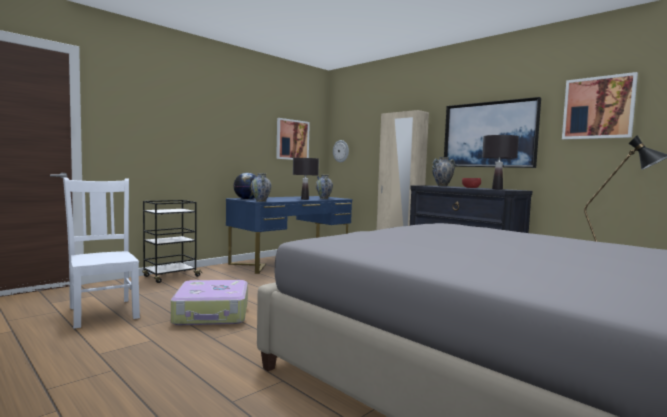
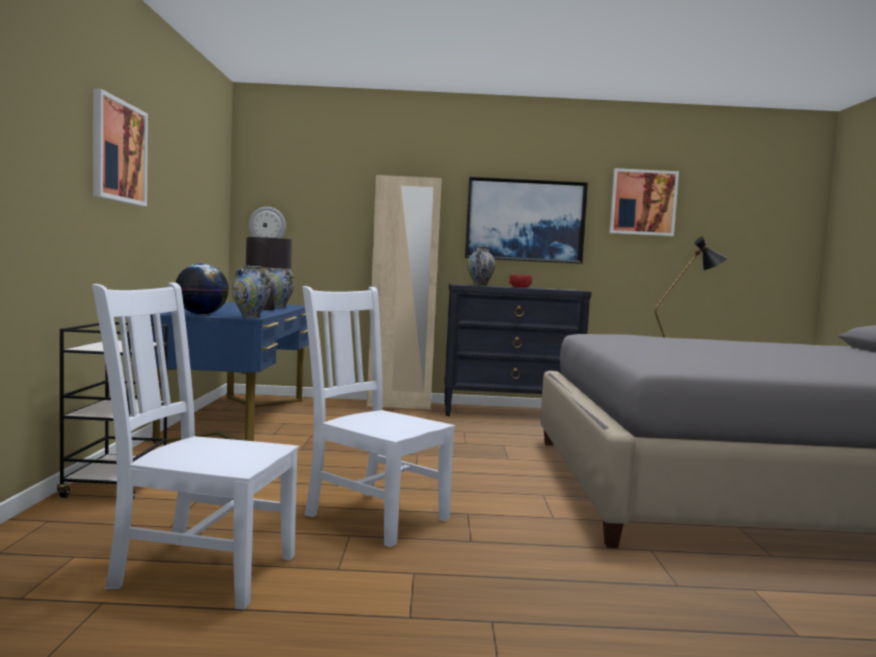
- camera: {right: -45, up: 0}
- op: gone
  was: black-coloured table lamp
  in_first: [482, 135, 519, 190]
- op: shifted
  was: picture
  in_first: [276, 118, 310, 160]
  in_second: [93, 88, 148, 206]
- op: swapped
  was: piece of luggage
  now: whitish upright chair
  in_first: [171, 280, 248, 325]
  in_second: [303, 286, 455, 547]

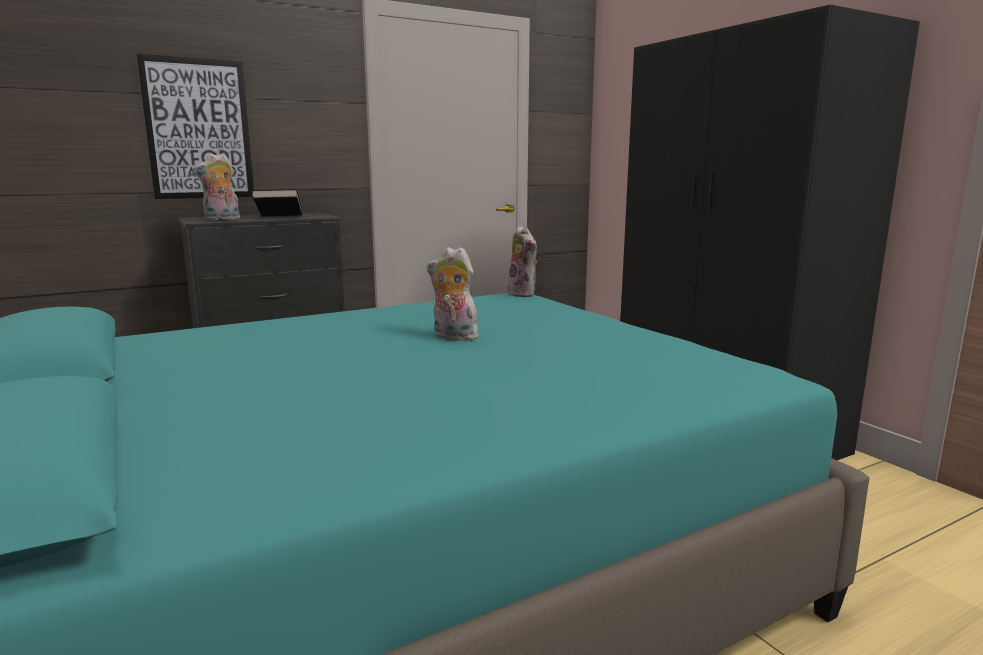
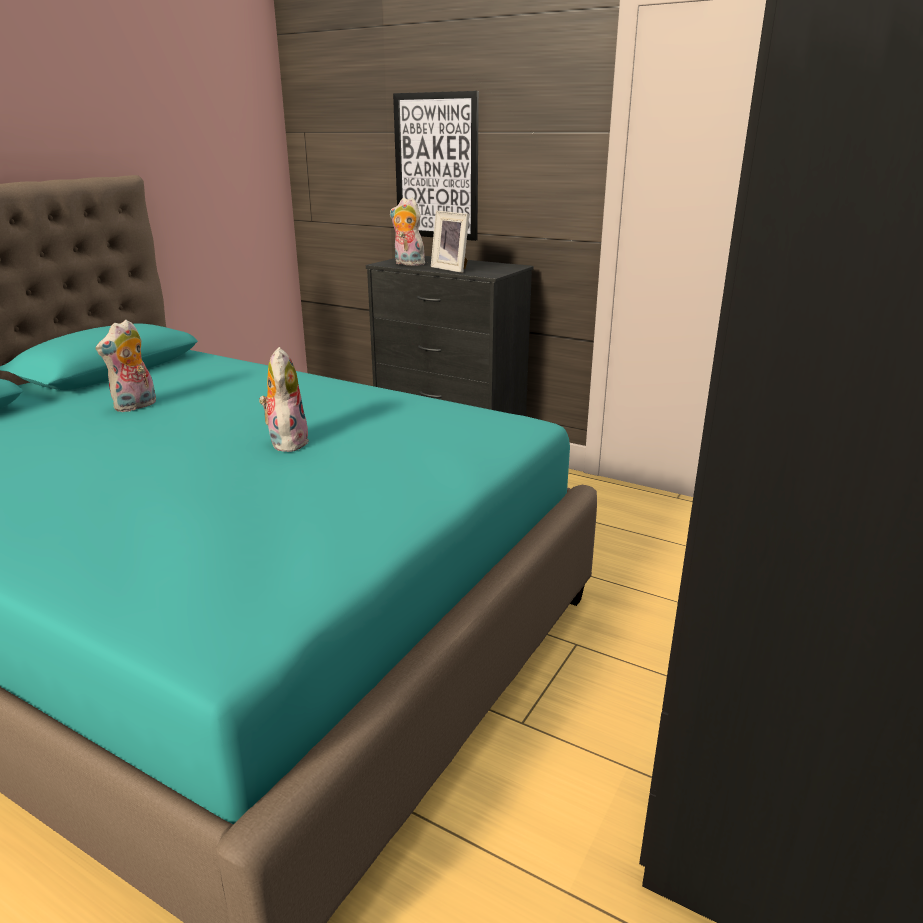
- camera: {right: 60, up: 10}
- op: shifted
  was: soft toy
  in_first: [505, 225, 537, 297]
  in_second: [96, 320, 156, 412]
- op: swapped
  was: black-coloured bound book
  now: standing frame
  in_first: [252, 189, 302, 216]
  in_second: [431, 210, 469, 273]

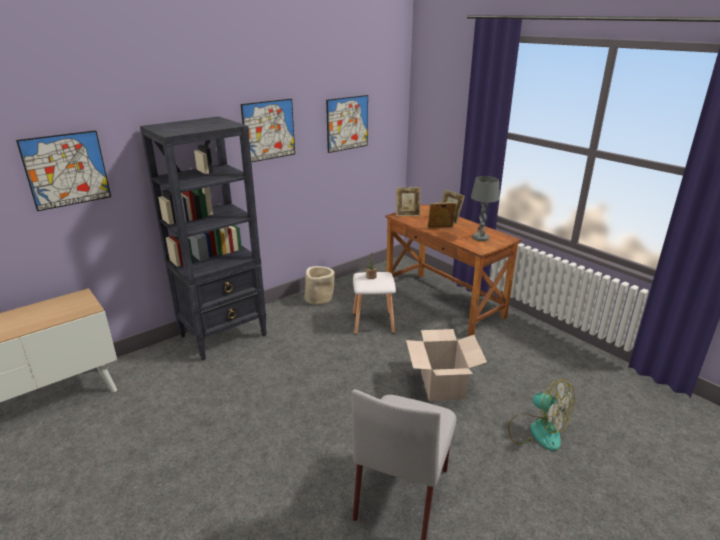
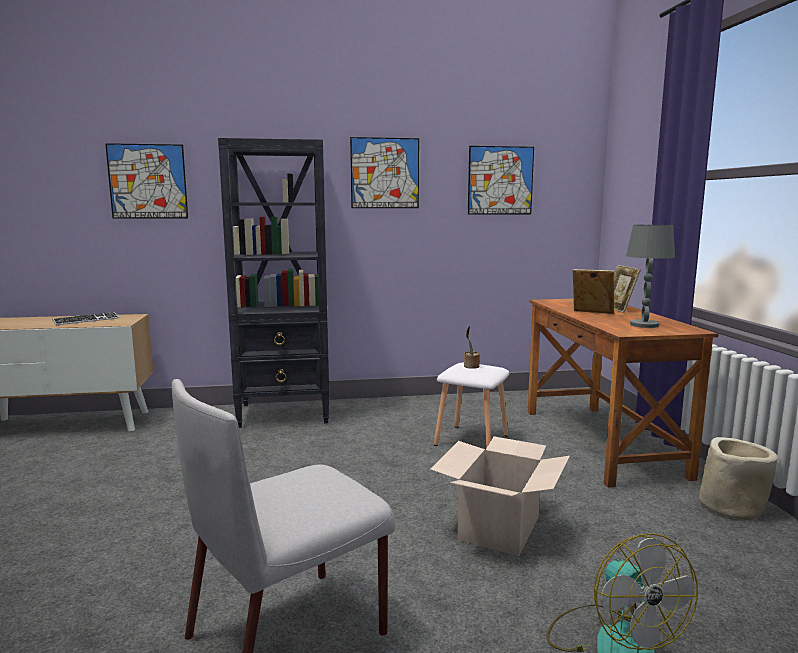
- camera: {right: 30, up: -15}
- op: gone
  was: standing frame
  in_first: [396, 187, 420, 216]
- op: new
  now: computer keyboard
  in_second: [52, 312, 119, 325]
- op: shifted
  was: beige planter
  in_first: [304, 266, 334, 305]
  in_second: [699, 437, 778, 520]

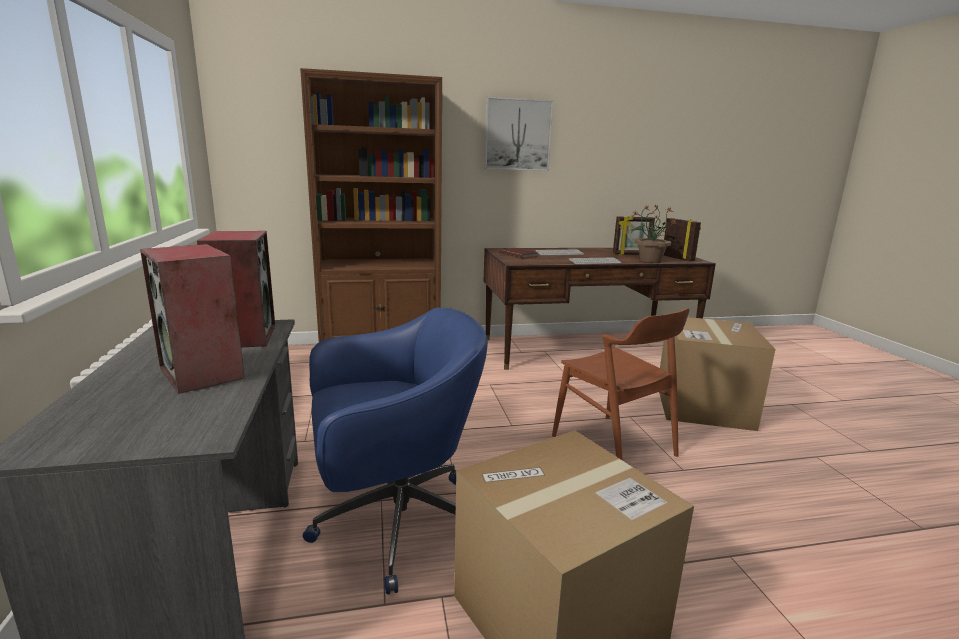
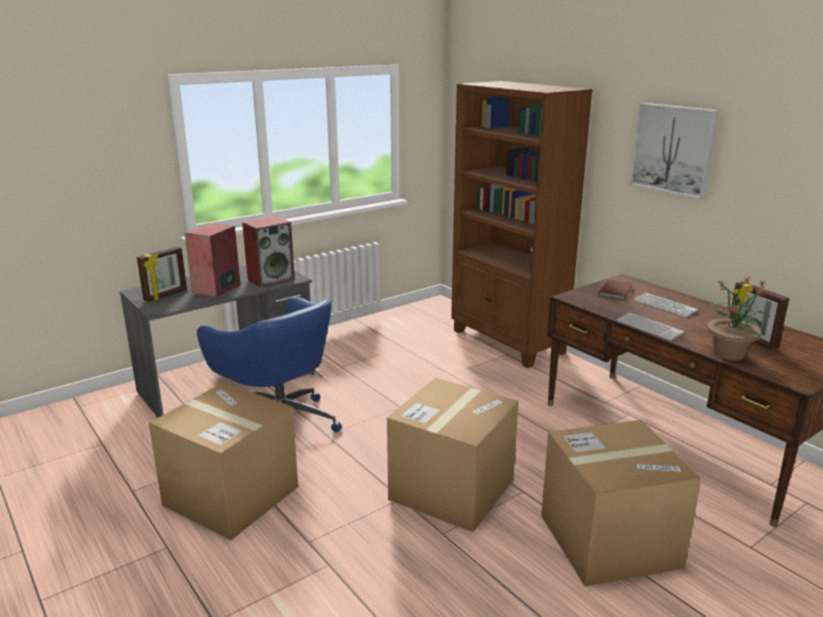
- camera: {right: 65, up: 5}
- op: shifted
  was: standing frame
  in_first: [664, 218, 701, 262]
  in_second: [137, 246, 187, 302]
- op: swapped
  was: brownish upright chair
  now: packing box
  in_first: [552, 308, 689, 460]
  in_second: [387, 378, 519, 532]

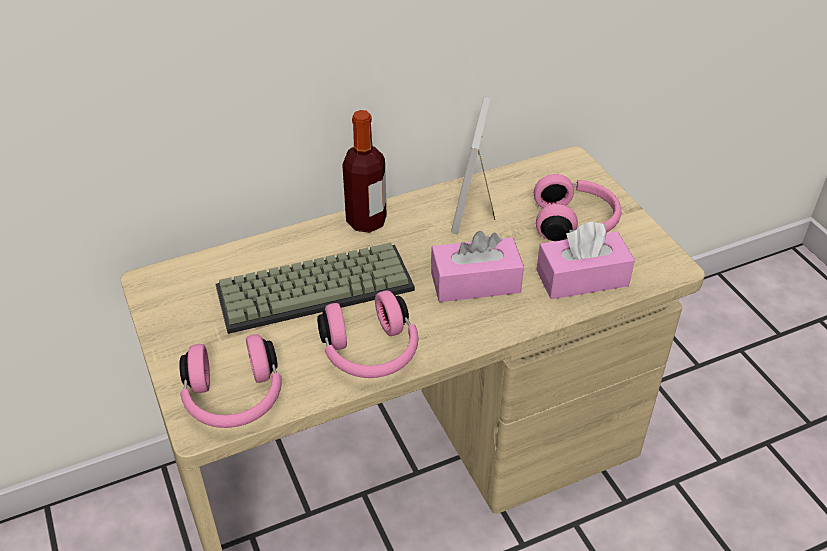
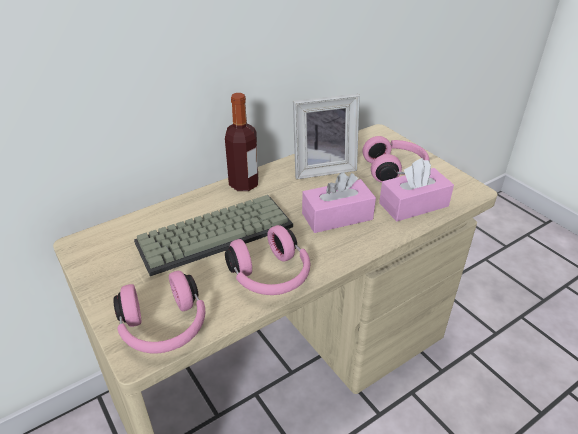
- camera: {right: -10, up: -5}
- op: rotated
  was: standing frame
  in_first: [451, 97, 495, 234]
  in_second: [293, 94, 360, 179]
  clockwise: -105

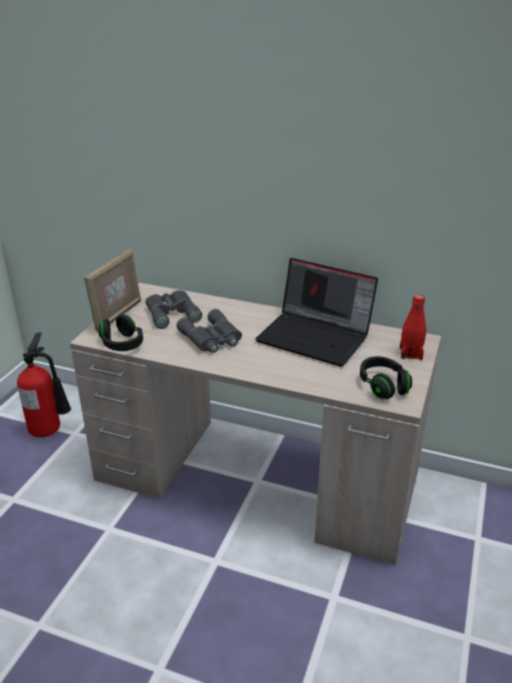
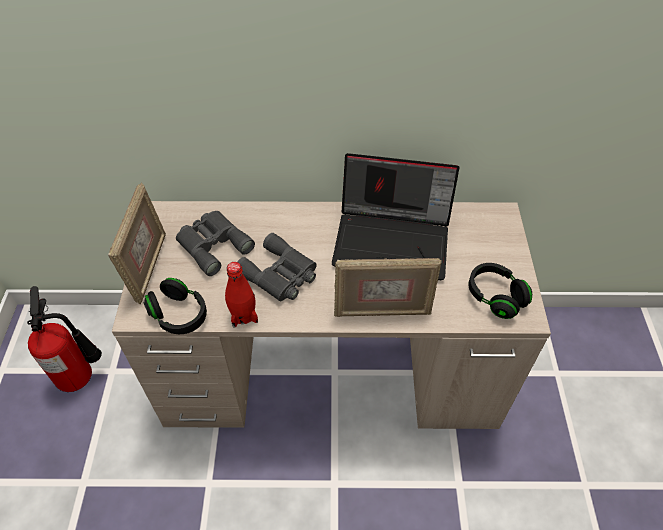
- camera: {right: -20, up: 20}
- op: new
  now: standing frame
  in_second: [334, 258, 442, 317]
- op: shifted
  was: red-coloured beverage bottle
  in_first: [400, 295, 426, 360]
  in_second: [225, 262, 258, 327]

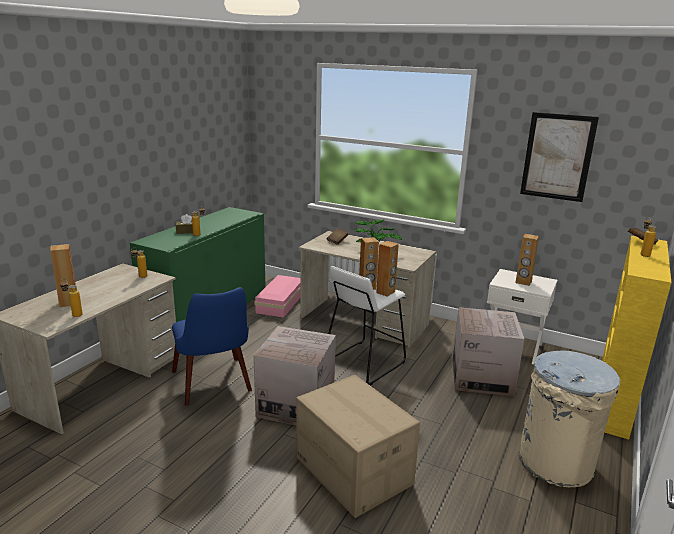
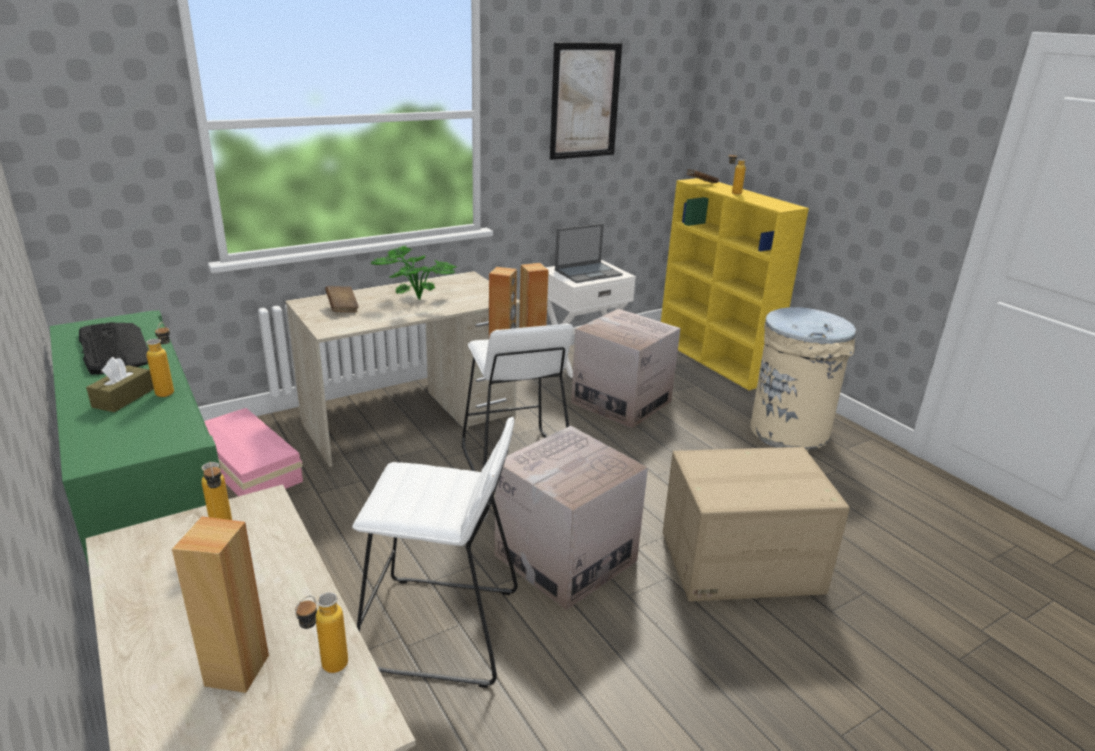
- camera: {right: -60, up: 5}
- op: new
  now: computer keyboard
  in_second: [79, 322, 148, 374]
- op: swapped
  was: bluish upright chair
  now: whitish stool seat
  in_first: [172, 287, 252, 406]
  in_second: [352, 417, 518, 688]
- op: swapped
  was: brownish loudspeaker
  now: laptop
  in_first: [515, 234, 539, 286]
  in_second: [555, 224, 623, 283]

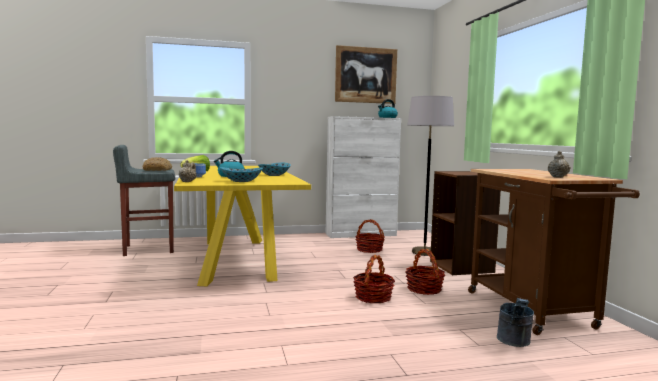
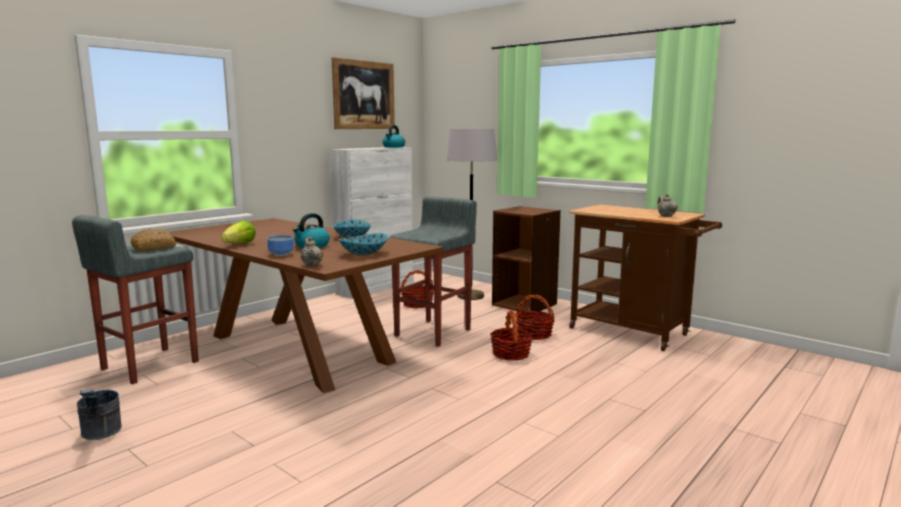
- camera: {right: -35, up: 5}
- op: new
  now: gray stool seat
  in_second: [390, 197, 477, 347]
- op: shifted
  was: gray water bucket
  in_first: [497, 298, 534, 347]
  in_second: [77, 390, 122, 440]
- op: repainted
  was: yellowish dinner table
  now: brownish dinner table
  in_first: [174, 166, 311, 286]
  in_second: [169, 218, 444, 393]

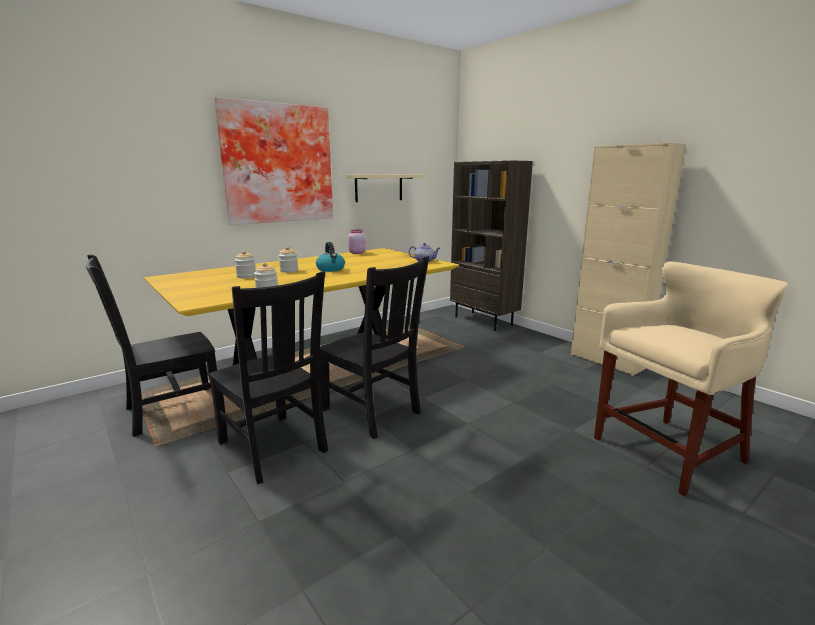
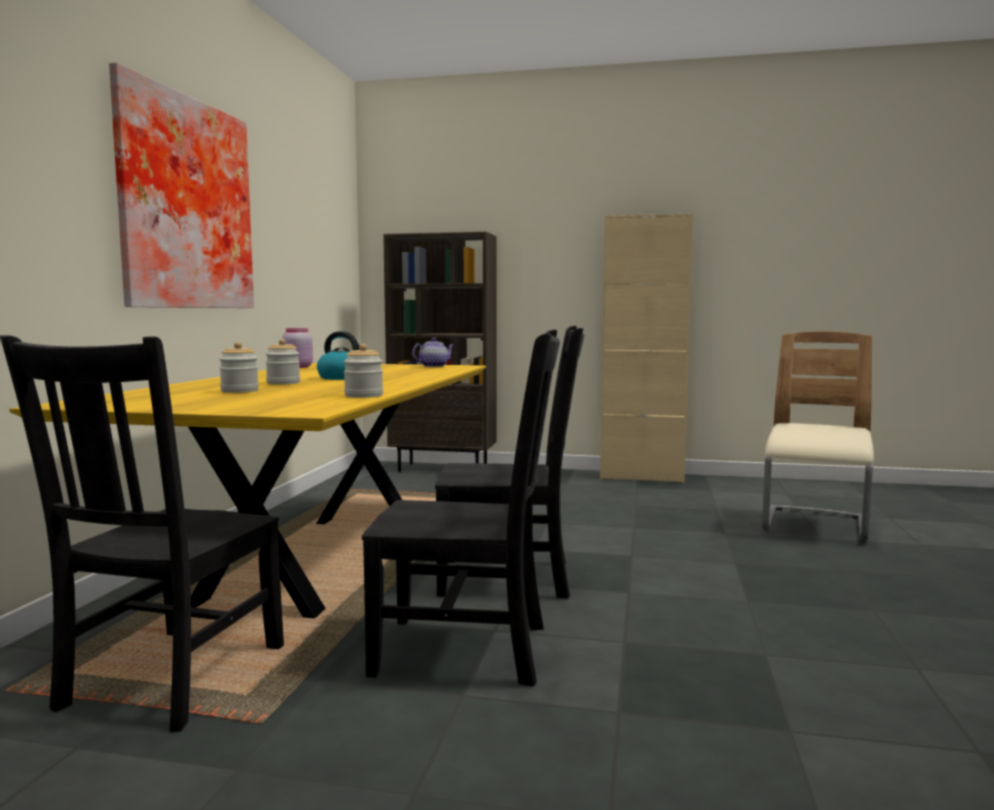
- camera: {right: -40, up: -10}
- op: gone
  was: beige bracket shelf
  in_first: [346, 174, 423, 202]
- op: swapped
  was: beige stool seat
  now: beige upright chair
  in_first: [594, 262, 788, 497]
  in_second: [762, 331, 874, 542]

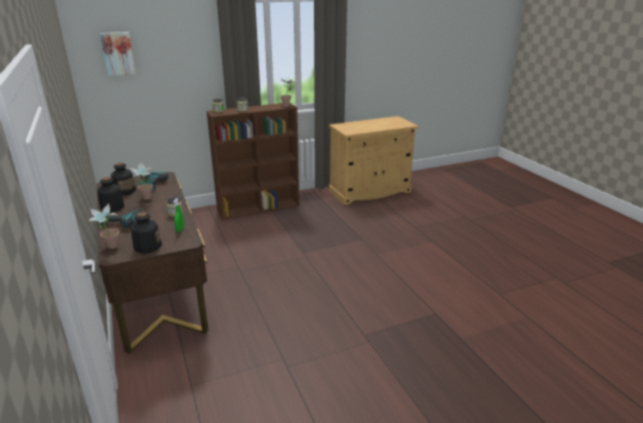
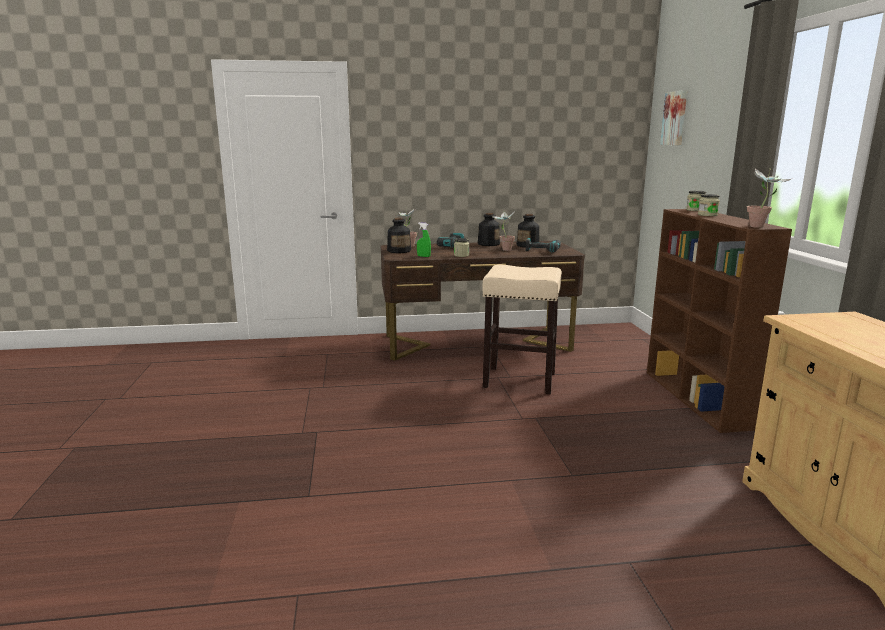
- camera: {right: 105, up: -10}
- op: new
  now: beige stool seat
  in_second: [482, 265, 562, 394]

